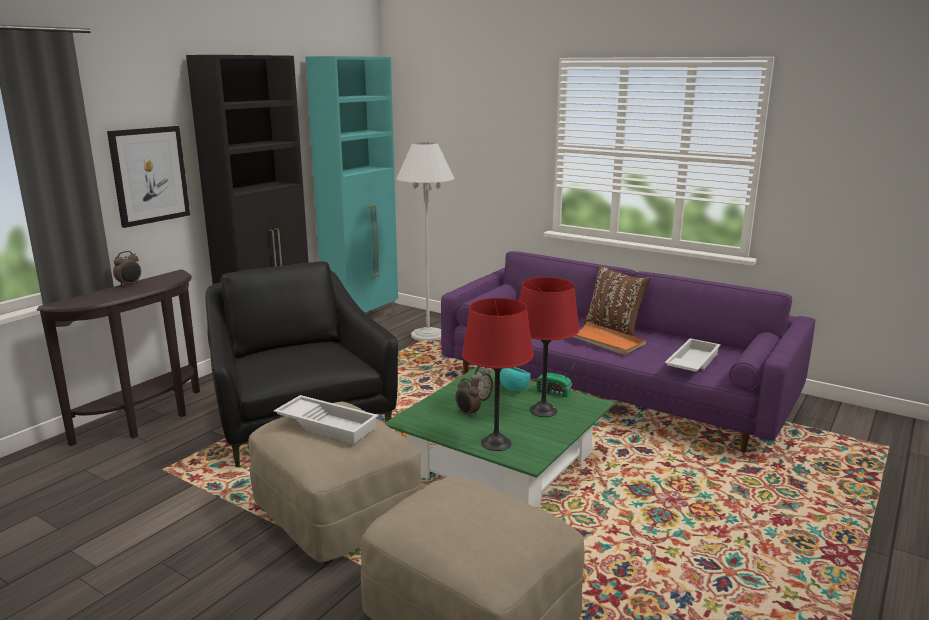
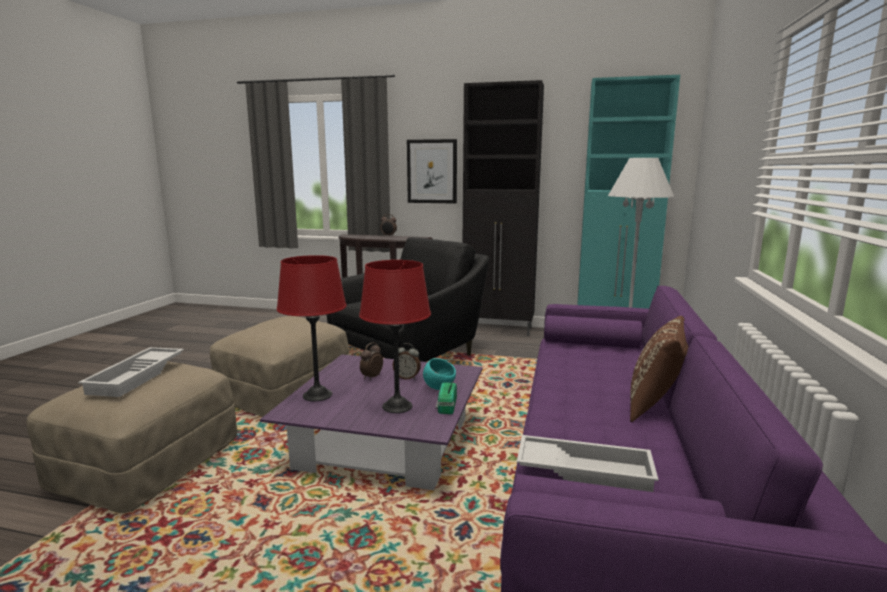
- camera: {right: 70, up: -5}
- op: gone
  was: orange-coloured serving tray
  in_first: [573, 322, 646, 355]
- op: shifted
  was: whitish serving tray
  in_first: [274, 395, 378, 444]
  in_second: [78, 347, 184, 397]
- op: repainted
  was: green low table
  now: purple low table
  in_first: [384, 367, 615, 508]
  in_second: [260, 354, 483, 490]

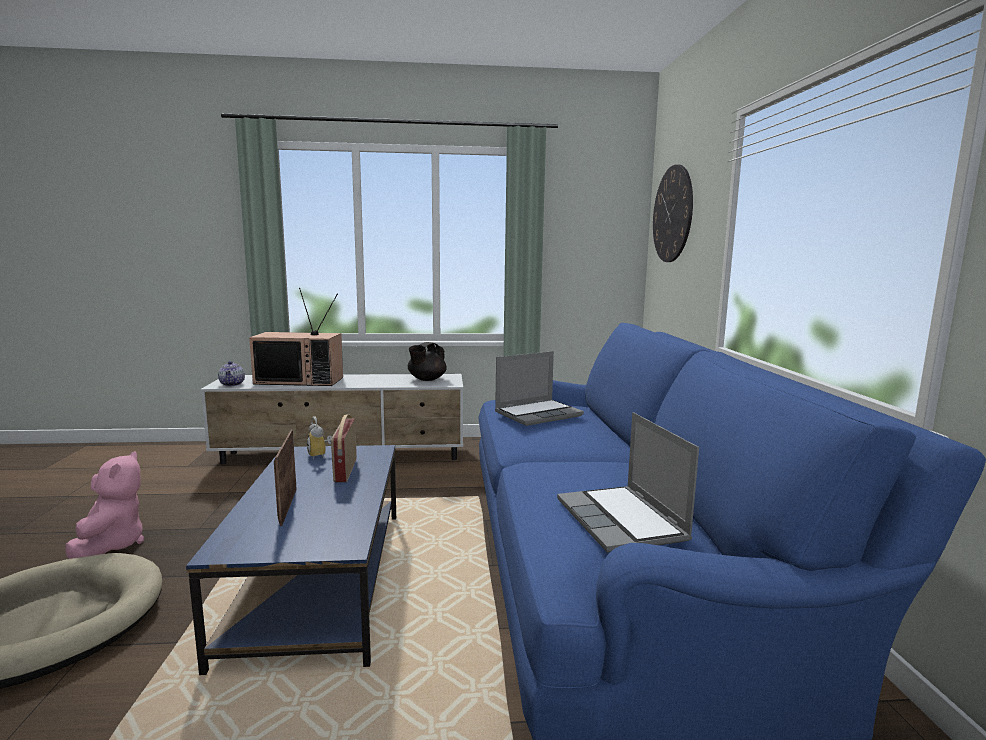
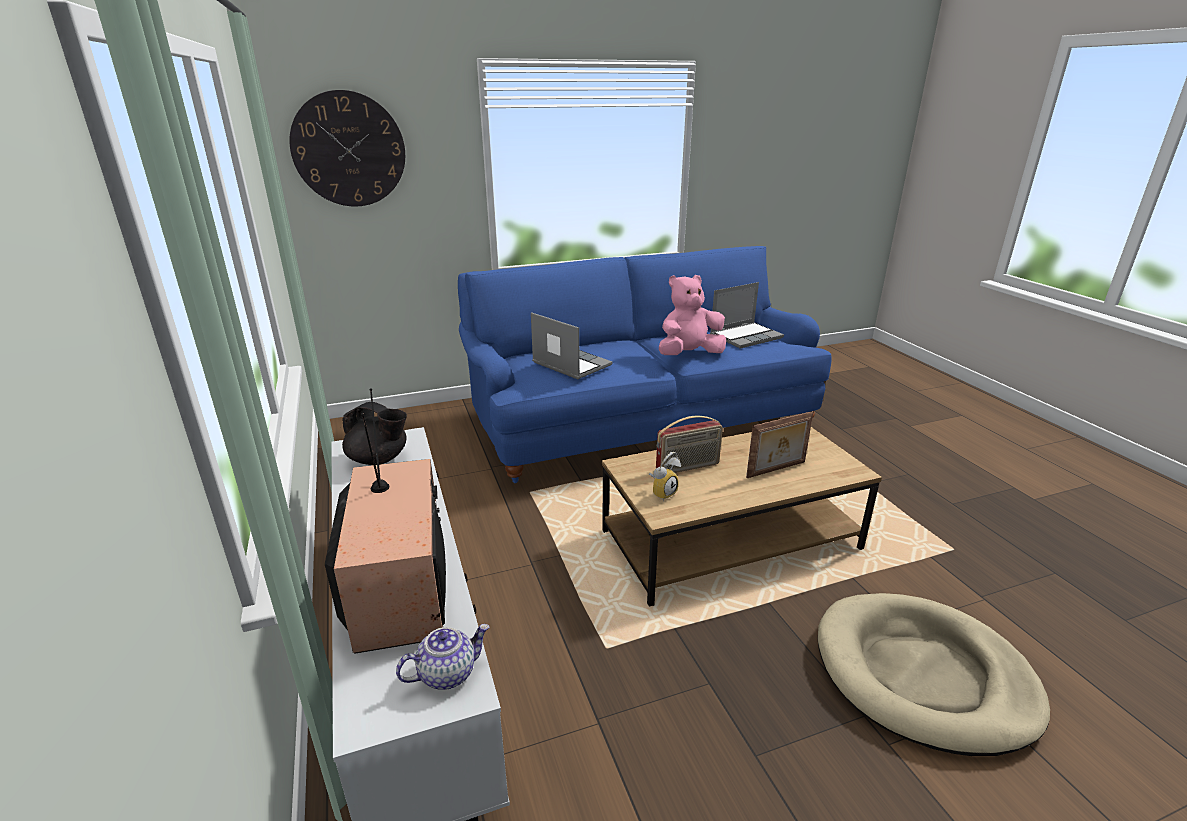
- camera: {right: -105, up: 15}
- op: shifted
  was: pink-coloured soft toy
  in_first: [65, 451, 145, 559]
  in_second: [659, 275, 726, 355]
- op: repainted
  was: bluish low table
  now: brownish low table
  in_first: [186, 445, 396, 675]
  in_second: [602, 427, 882, 607]

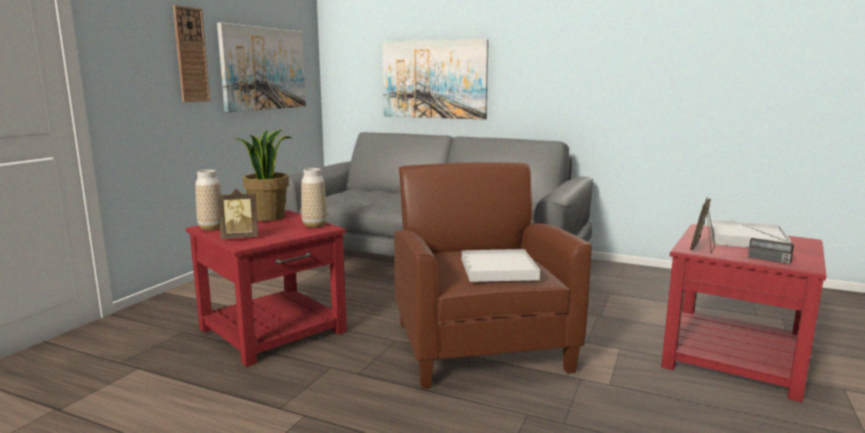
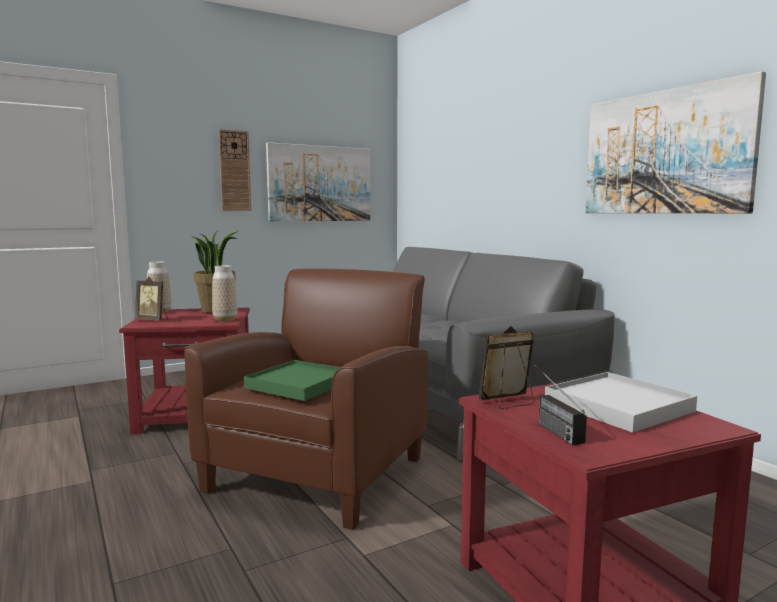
- camera: {right: 35, up: -5}
- op: shifted
  was: picture
  in_first: [382, 39, 489, 120]
  in_second: [585, 71, 766, 213]
- op: repainted
  was: whitish serving tray
  now: green serving tray
  in_first: [462, 249, 540, 282]
  in_second: [244, 360, 340, 401]

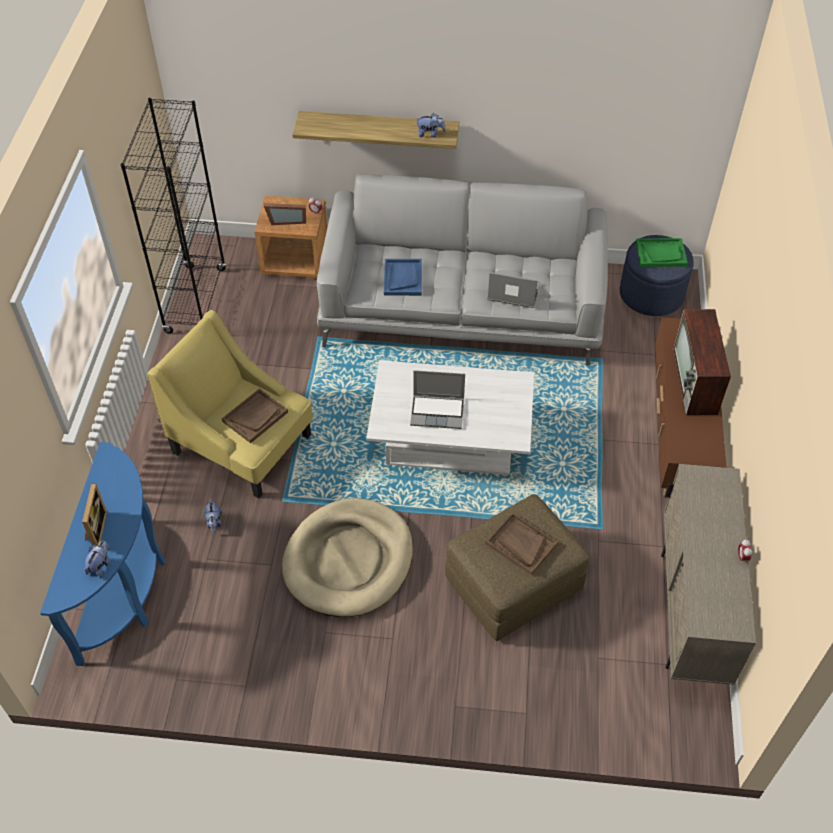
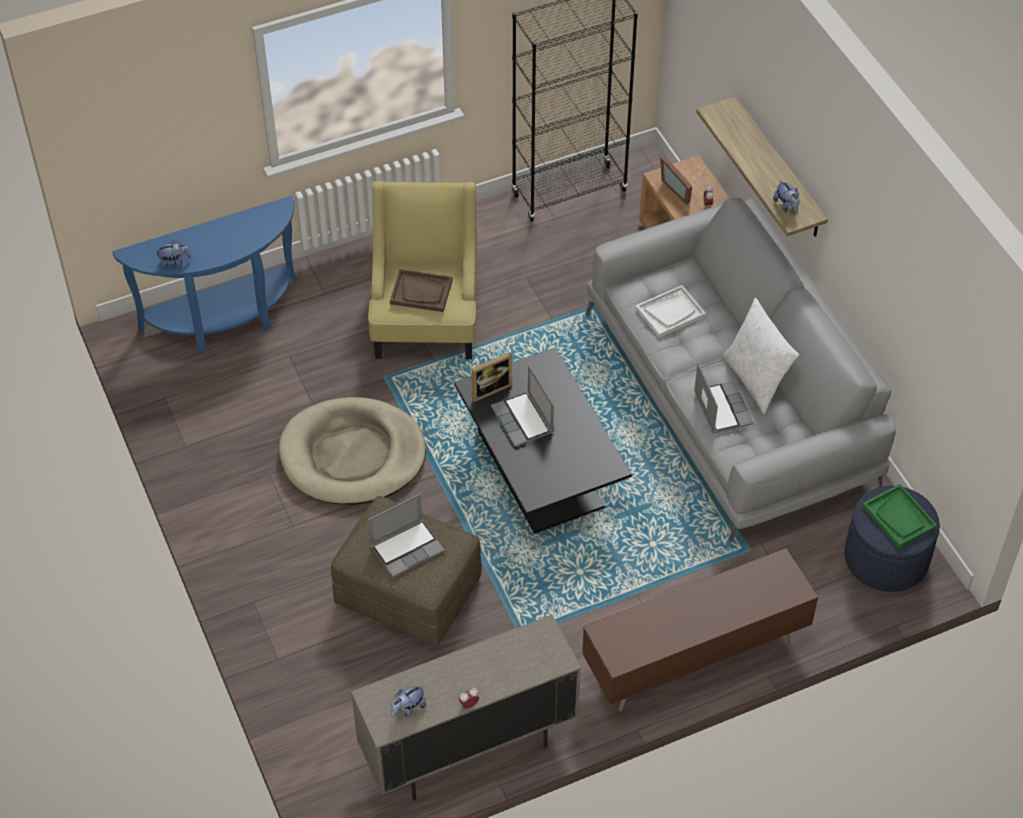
- camera: {right: 60, up: 0}
- op: gone
  was: television
  in_first: [673, 309, 731, 415]
- op: new
  now: whitish cushion
  in_second: [723, 298, 799, 414]
- op: shifted
  was: standing frame
  in_first: [82, 483, 107, 546]
  in_second: [471, 352, 512, 402]
- op: shifted
  was: soft toy
  in_first: [204, 500, 222, 534]
  in_second: [391, 685, 426, 717]
- op: swapped
  was: brownish serving tray
  now: laptop
  in_first: [485, 512, 558, 575]
  in_second: [368, 493, 444, 577]
- op: repainted
  was: whitish low table
  now: black-coloured low table
  in_first: [366, 360, 534, 475]
  in_second: [454, 347, 632, 534]
- op: repainted
  was: bluish serving tray
  now: whitish serving tray
  in_first: [384, 259, 422, 296]
  in_second: [636, 285, 706, 337]

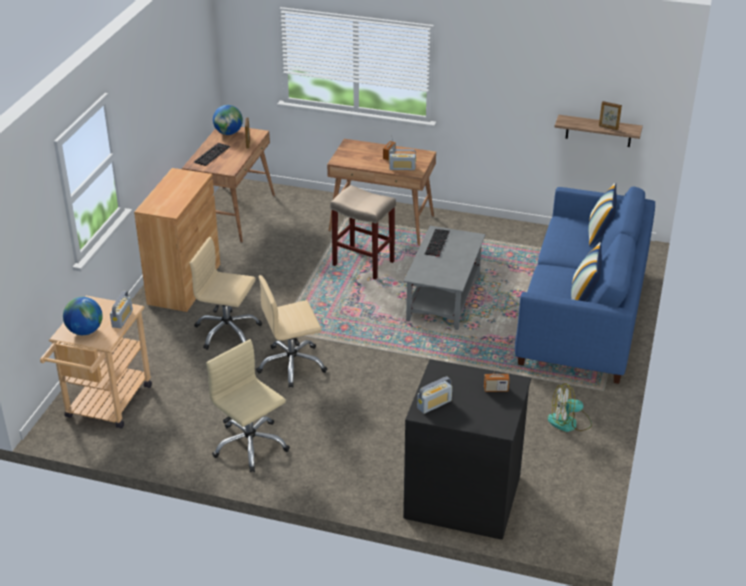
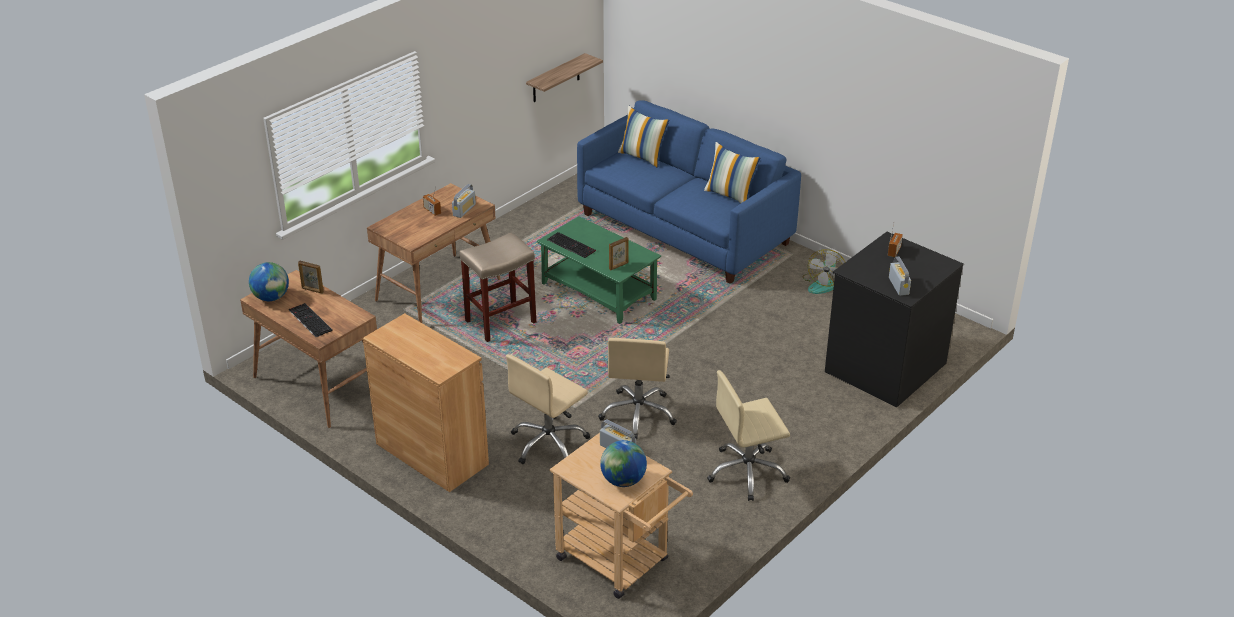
- camera: {right: -65, up: 0}
- op: shifted
  was: standing frame
  in_first: [599, 101, 622, 130]
  in_second: [609, 237, 629, 270]
- op: repainted
  was: gray low table
  now: green low table
  in_first: [404, 226, 485, 330]
  in_second: [537, 216, 661, 324]

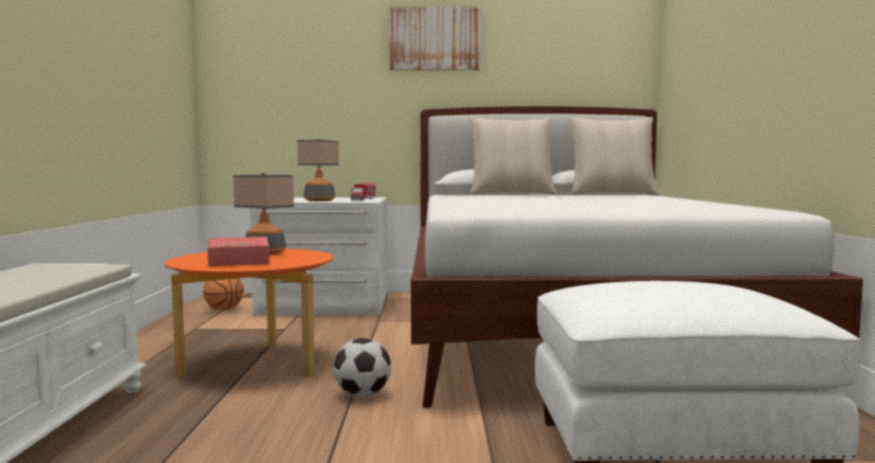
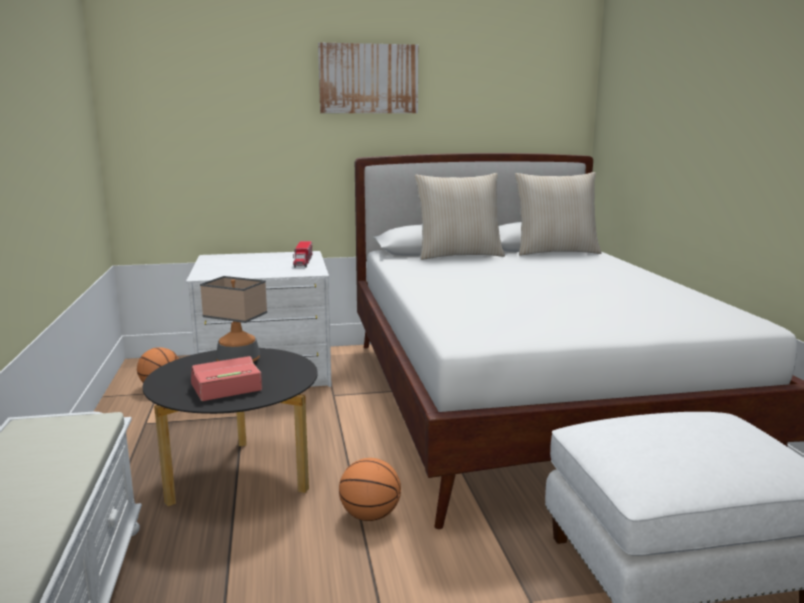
- camera: {right: -10, up: 10}
- op: gone
  was: table lamp
  in_first: [297, 139, 339, 201]
- op: swapped
  was: ball for football
  now: basketball ball
  in_first: [333, 338, 391, 397]
  in_second: [339, 458, 401, 521]
- op: repainted
  was: orange-coloured low table
  now: black-coloured low table
  in_first: [164, 249, 333, 378]
  in_second: [142, 348, 318, 506]

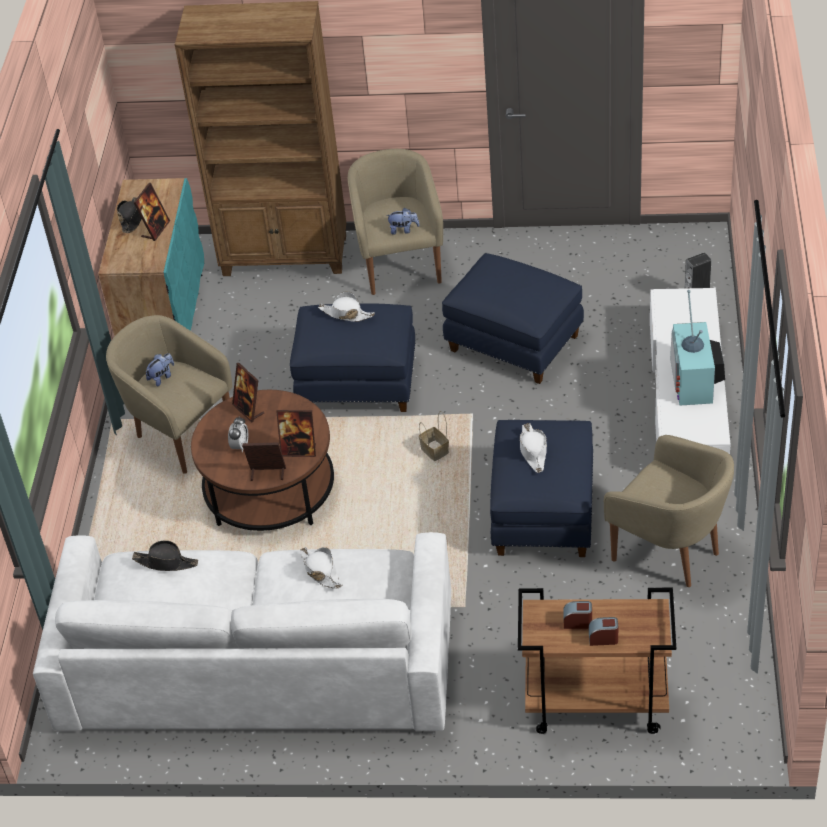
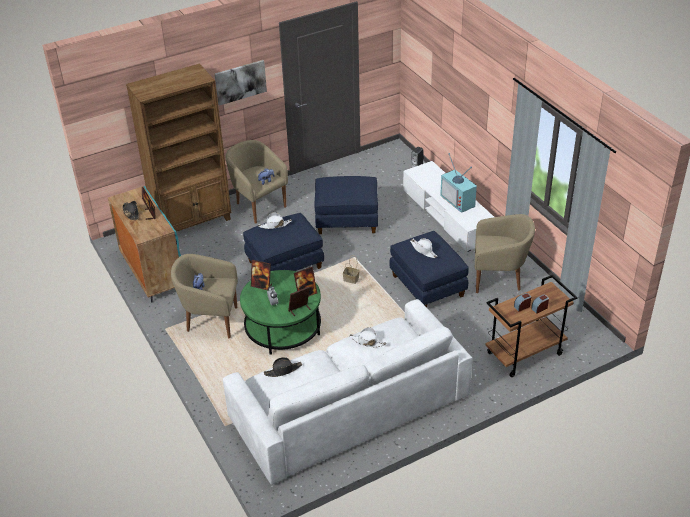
- camera: {right: -35, up: -5}
- op: new
  now: picture
  in_second: [215, 60, 267, 106]
- op: repainted
  was: brownish low table
  now: green low table
  in_first: [191, 390, 334, 531]
  in_second: [240, 270, 321, 355]

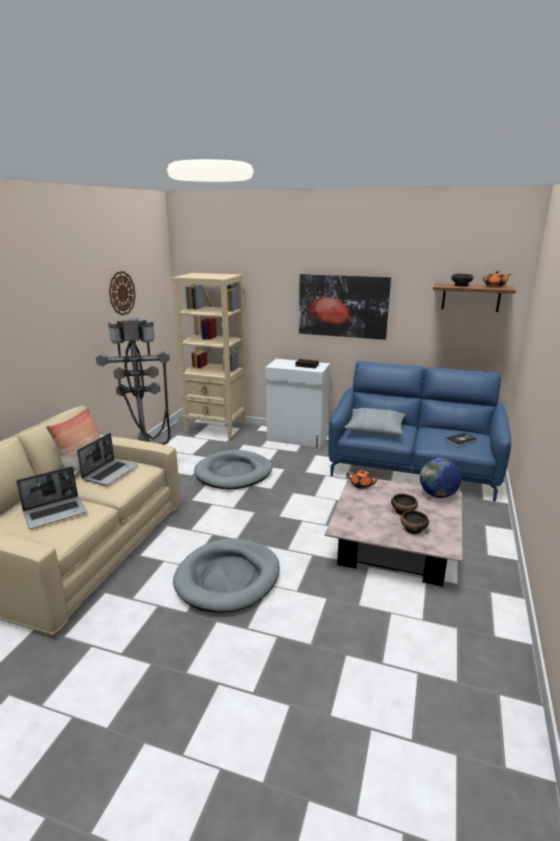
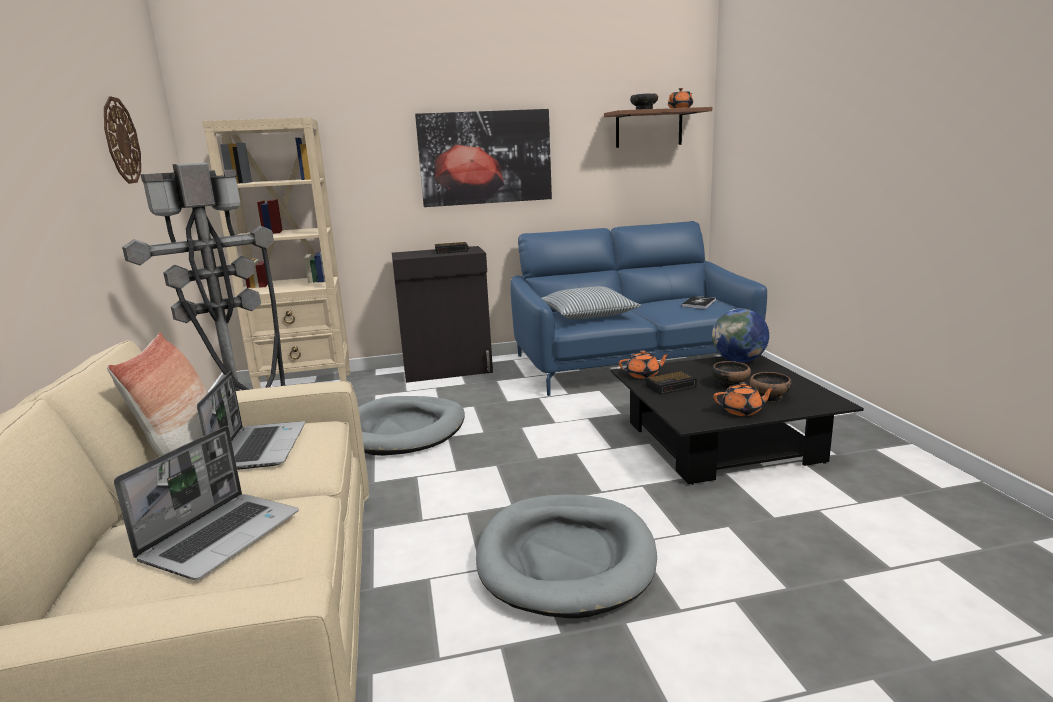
- camera: {right: -30, up: -5}
- op: new
  now: bedside clock
  in_second: [646, 371, 697, 395]
- op: new
  now: orange-coloured tea pot
  in_second: [713, 382, 775, 416]
- op: repainted
  was: whitish cupboard
  now: black-coloured cupboard
  in_first: [265, 359, 330, 448]
  in_second: [392, 246, 493, 383]
- op: repainted
  was: pink-coloured low table
  now: black-coloured low table
  in_first: [324, 475, 462, 587]
  in_second: [611, 355, 864, 485]

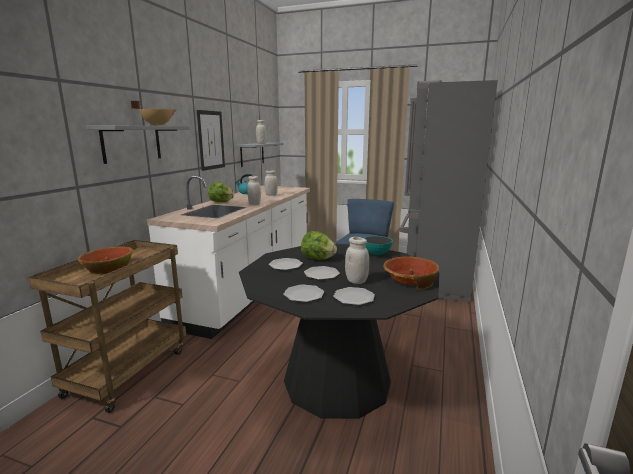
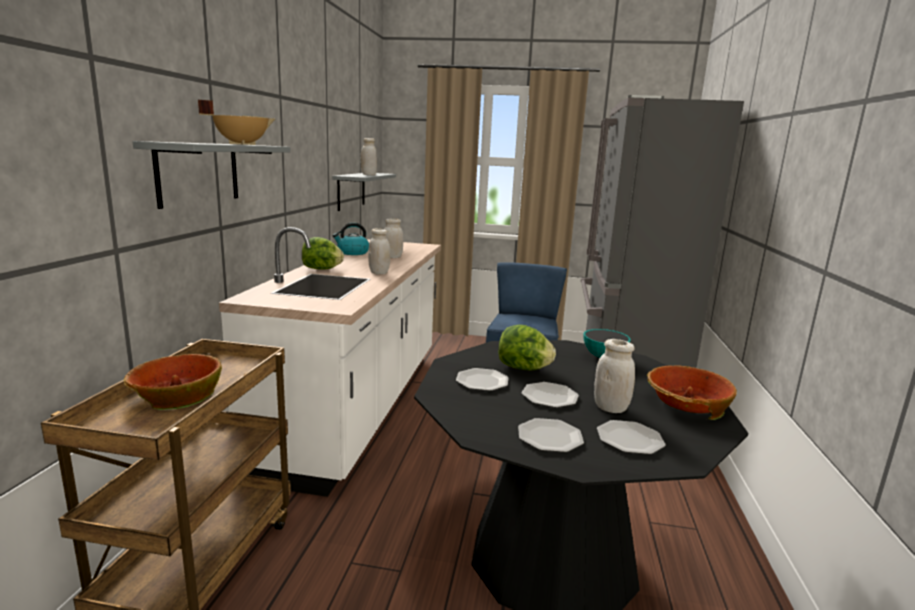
- camera: {right: -10, up: 0}
- op: gone
  was: picture
  in_first: [197, 110, 225, 171]

